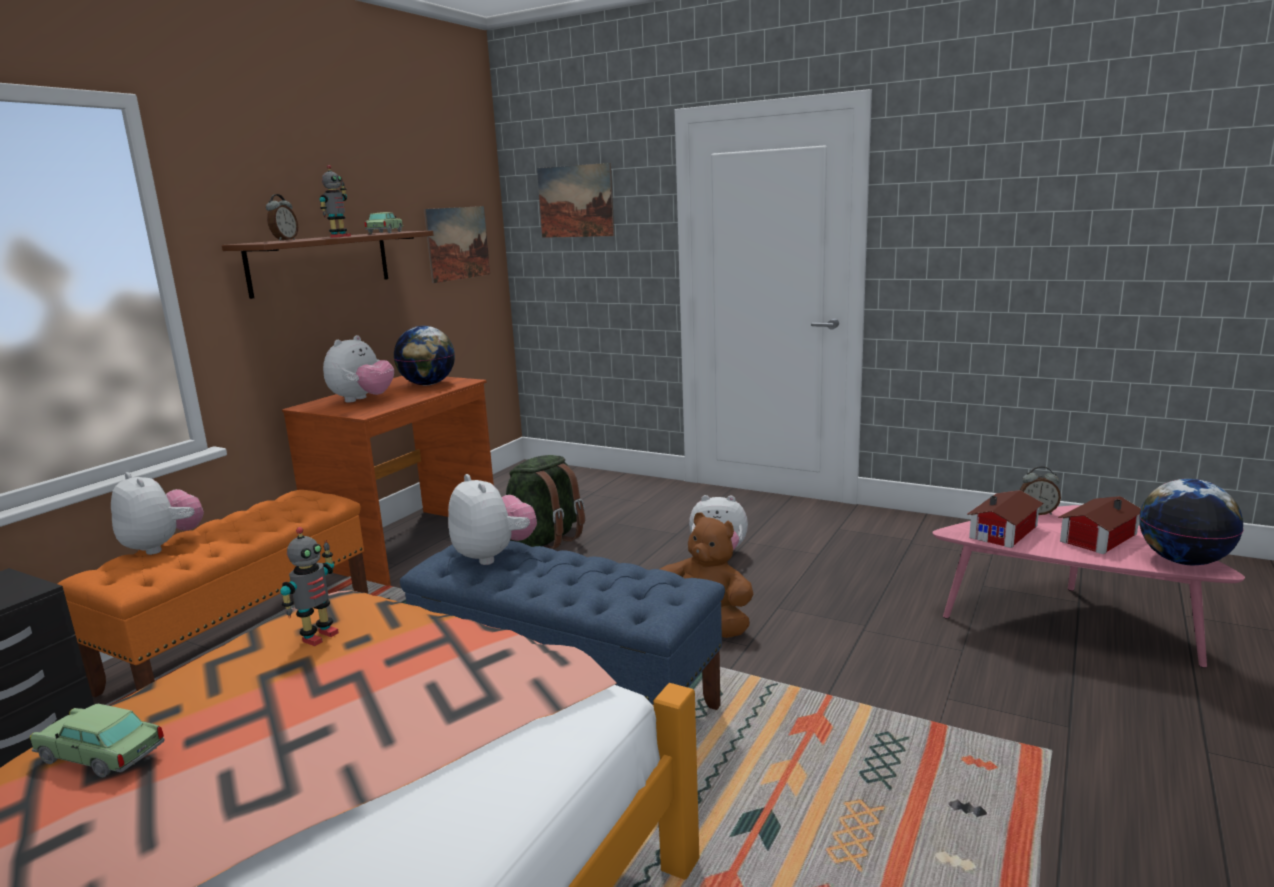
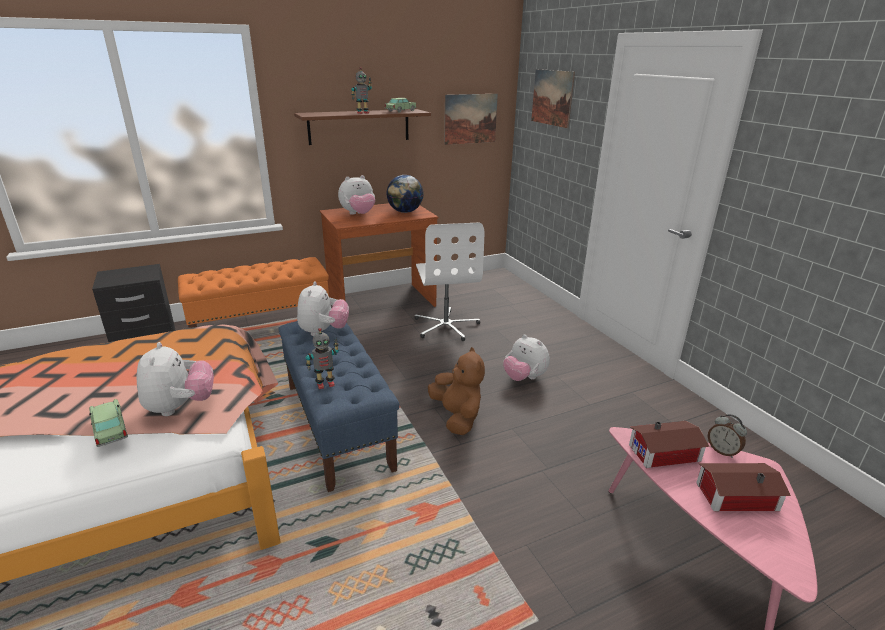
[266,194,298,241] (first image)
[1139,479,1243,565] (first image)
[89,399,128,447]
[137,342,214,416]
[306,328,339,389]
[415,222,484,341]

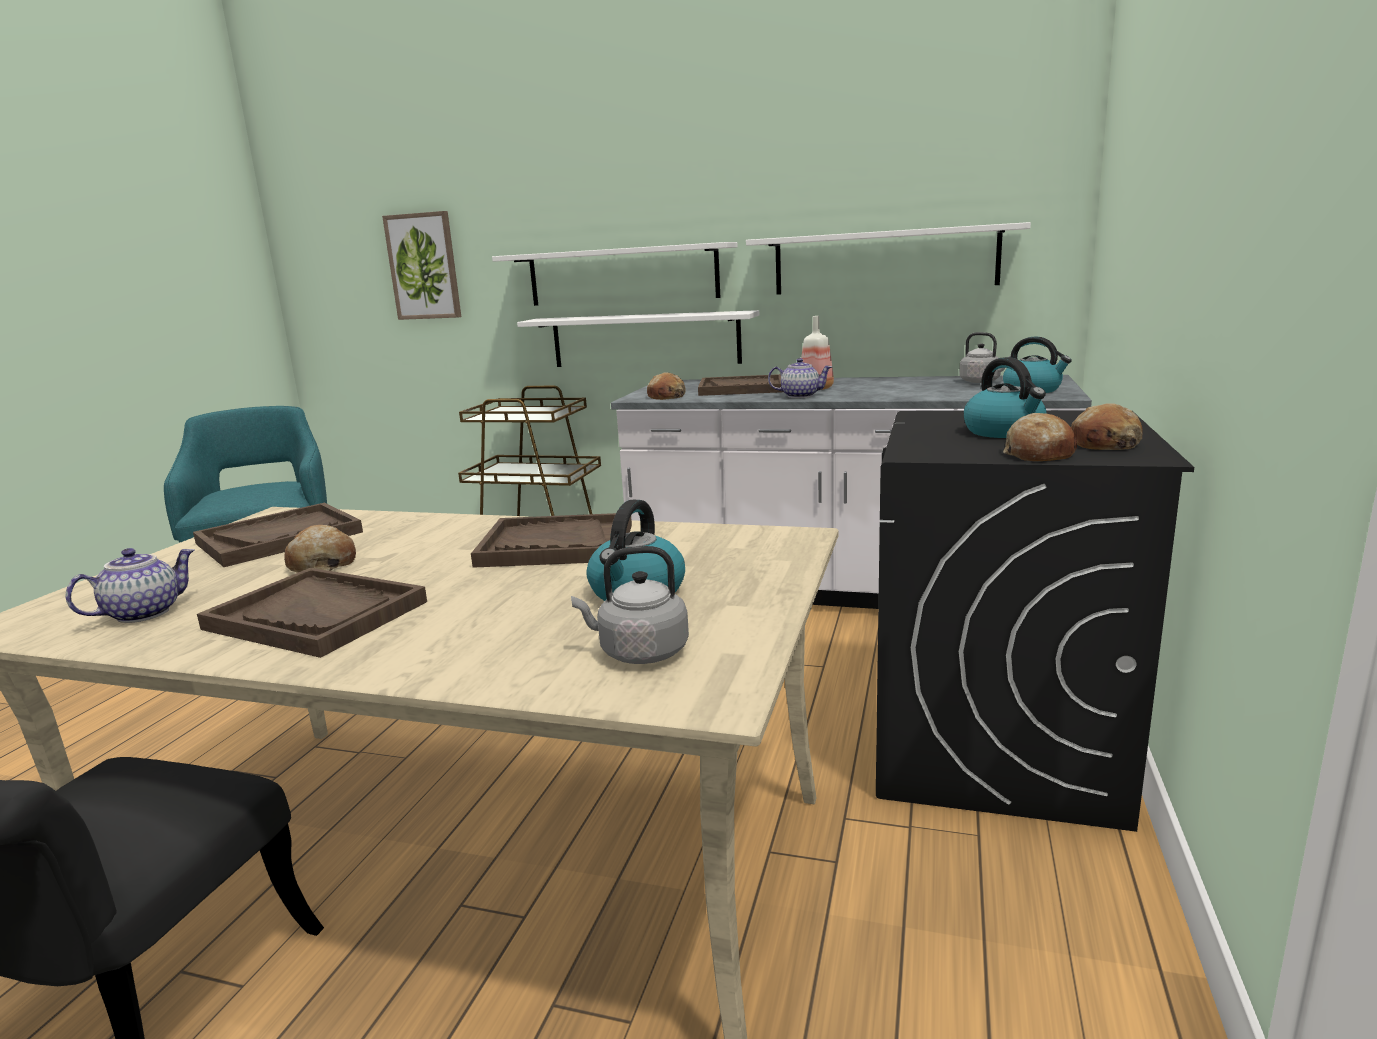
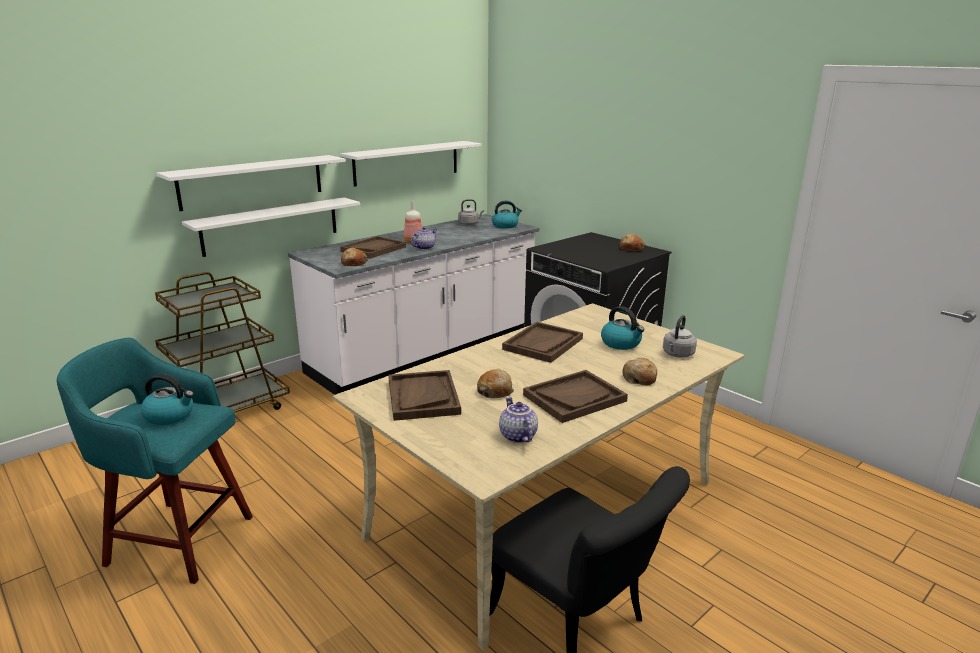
[382,211,461,320] (first image)
[141,374,194,425]
[623,358,657,386]

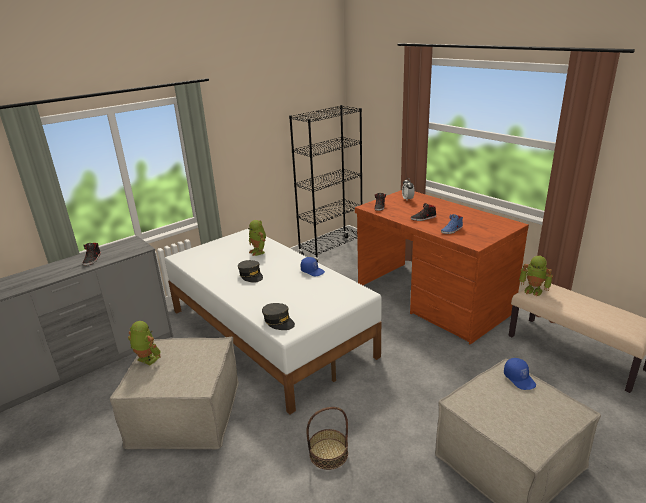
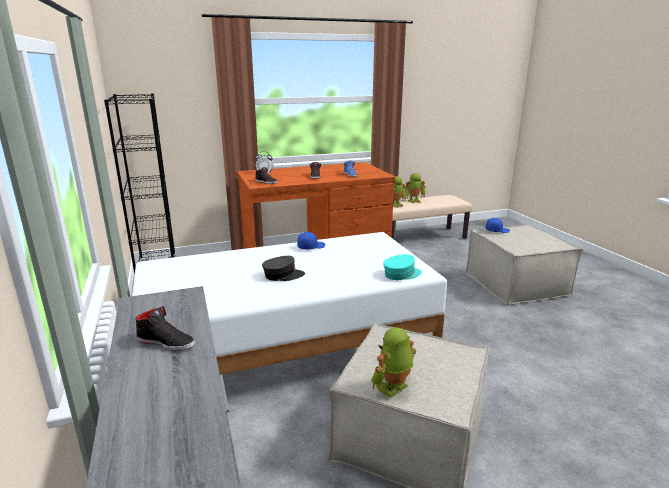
[306,407,348,470] (first image)
[404,173,426,203]
[383,254,422,280]

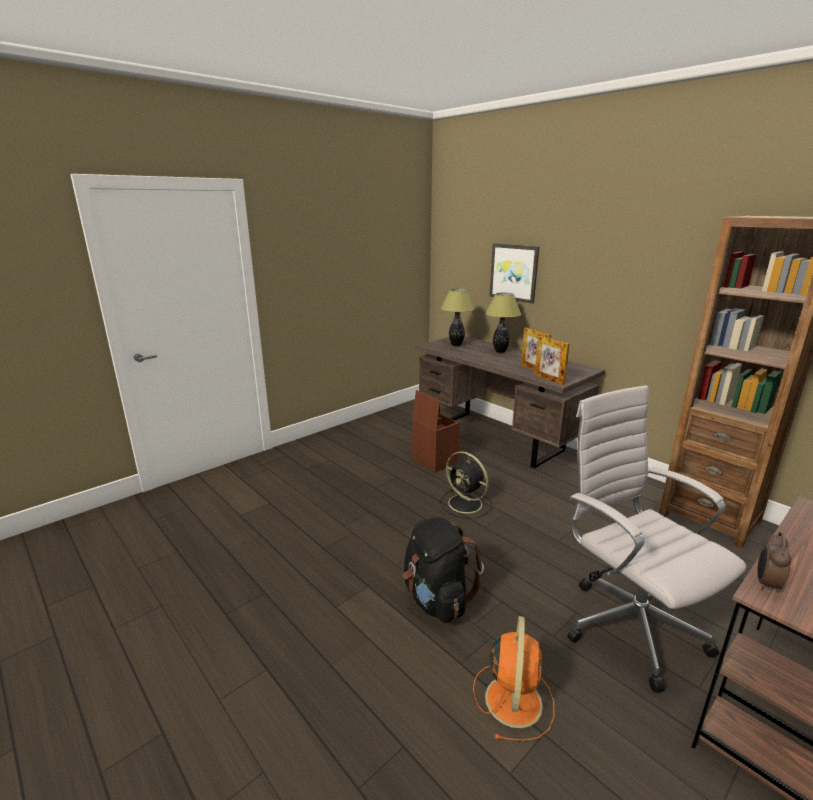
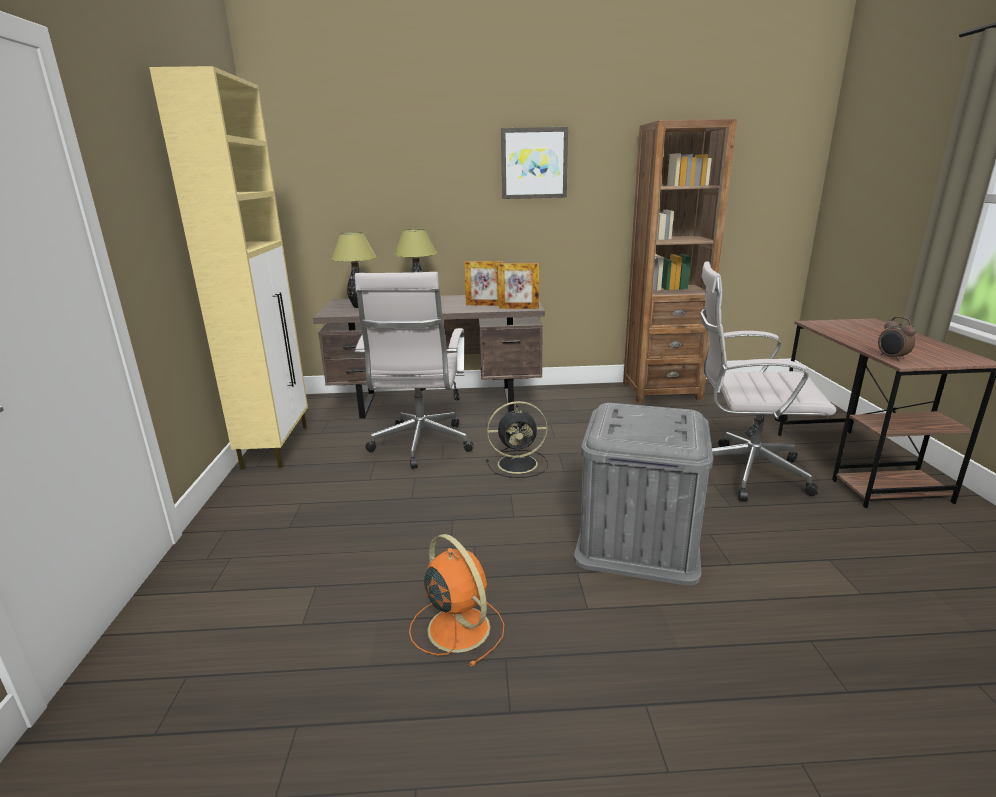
[149,66,308,470]
[409,534,504,667]
[501,127,568,199]
[574,403,713,586]
[355,272,473,469]

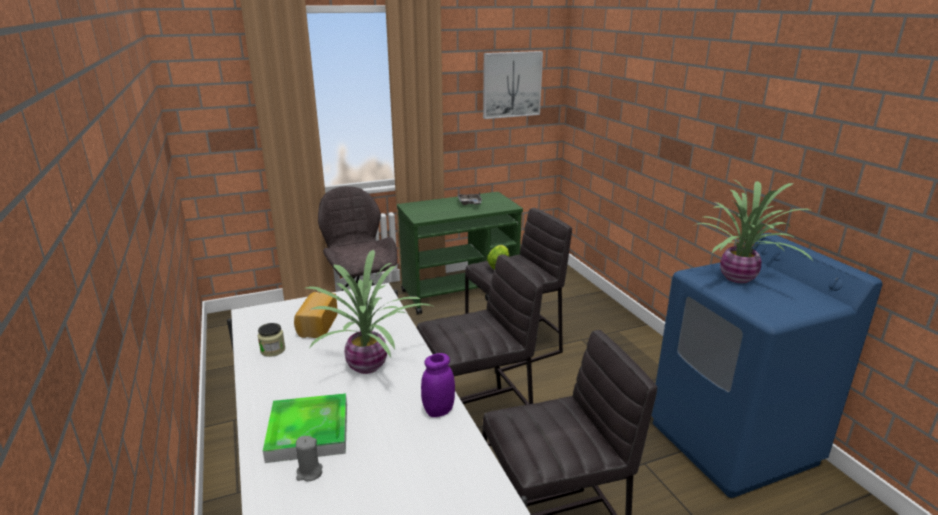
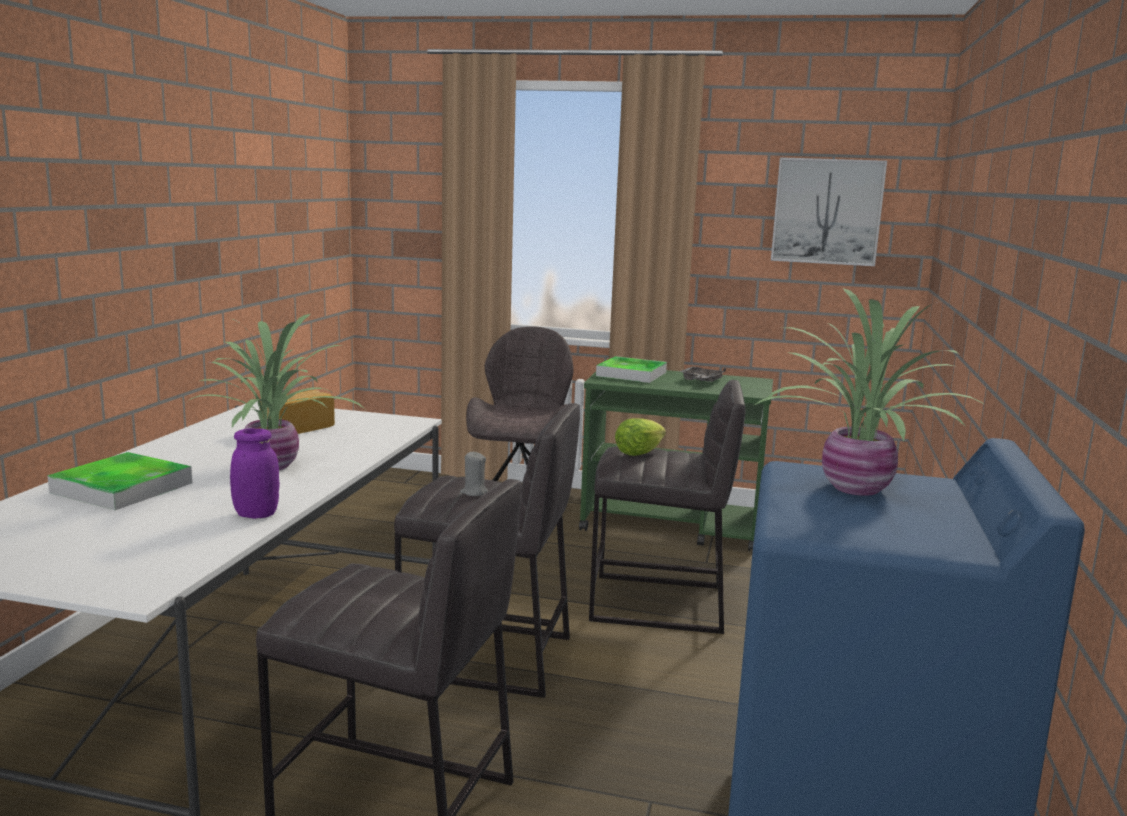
[258,323,285,357] (first image)
[596,356,667,383]
[460,452,488,496]

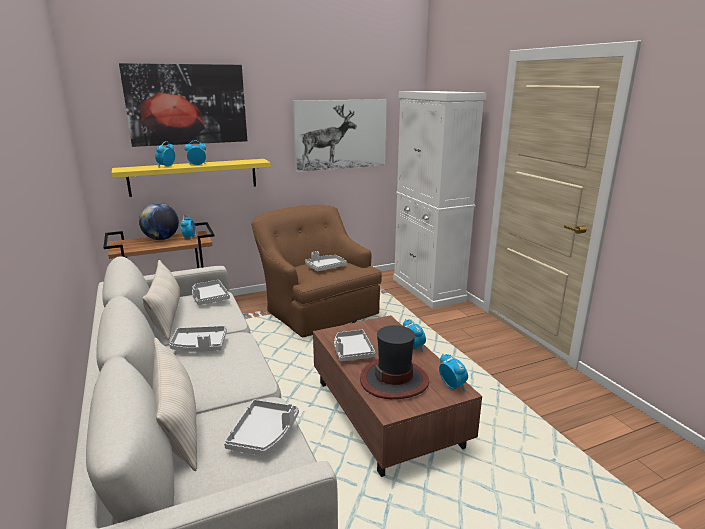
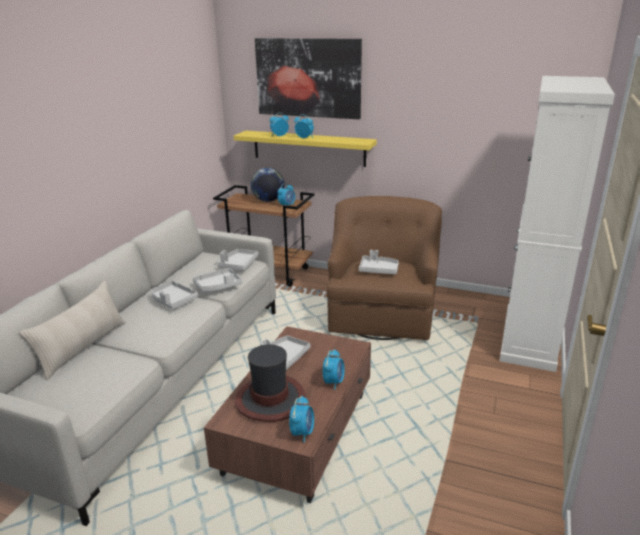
[142,260,180,340] (first image)
[293,99,387,172] (first image)
[193,268,242,292]

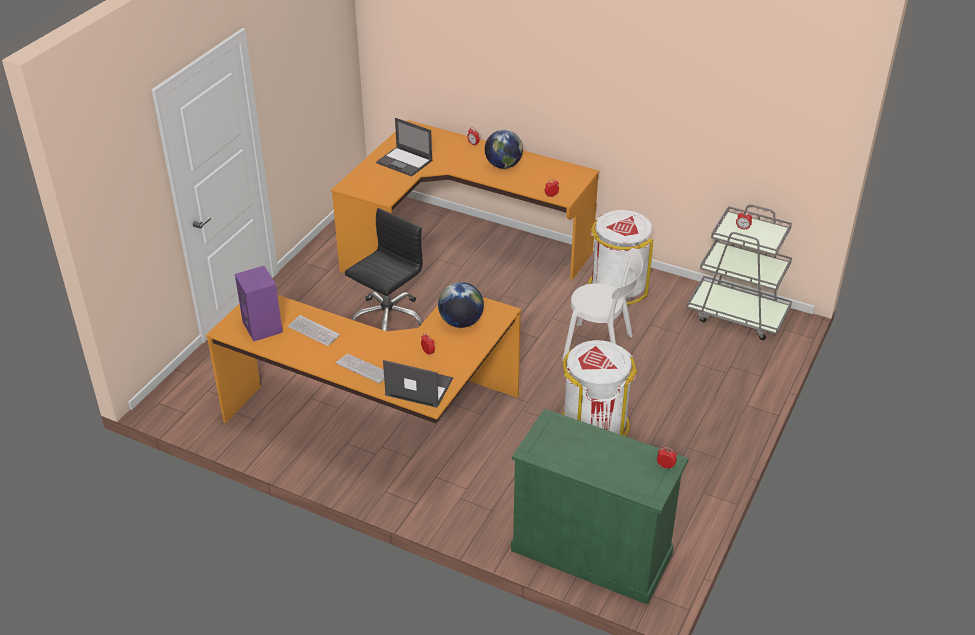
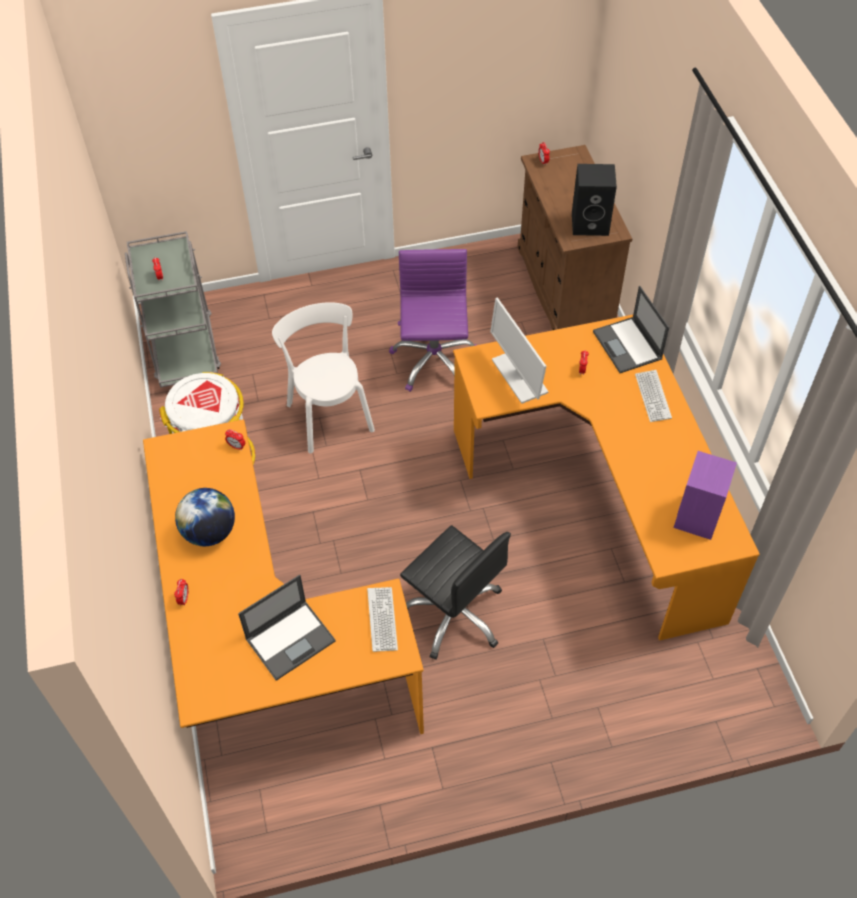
[572,164,617,236]
[367,587,398,652]
[490,297,549,404]
[389,249,477,392]
[517,145,632,330]
[400,525,511,660]
[238,575,336,681]

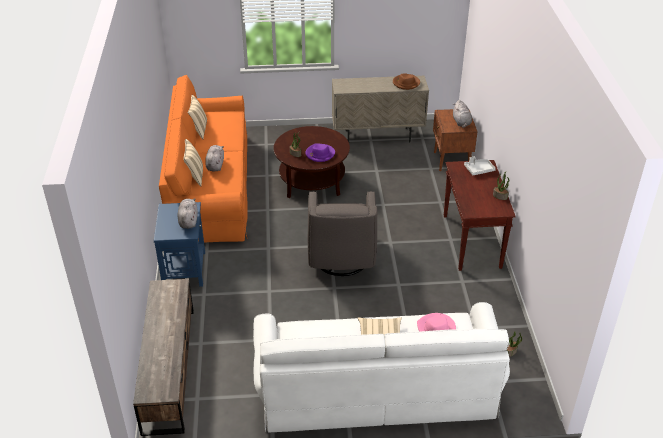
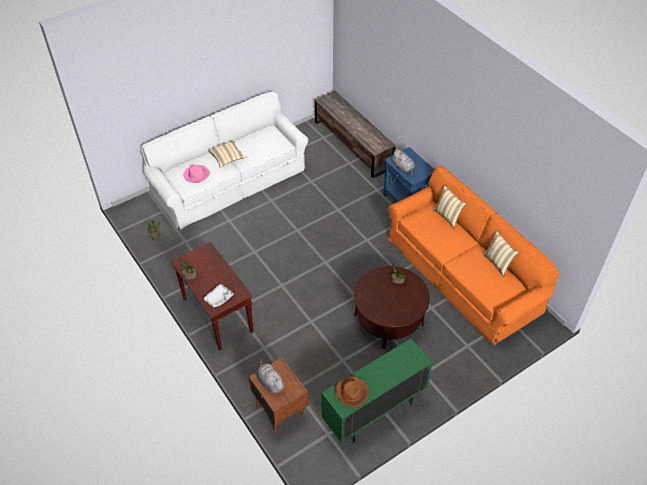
[205,145,224,171] (first image)
[305,144,335,162] (first image)
[308,192,377,276] (first image)
[321,339,433,443]

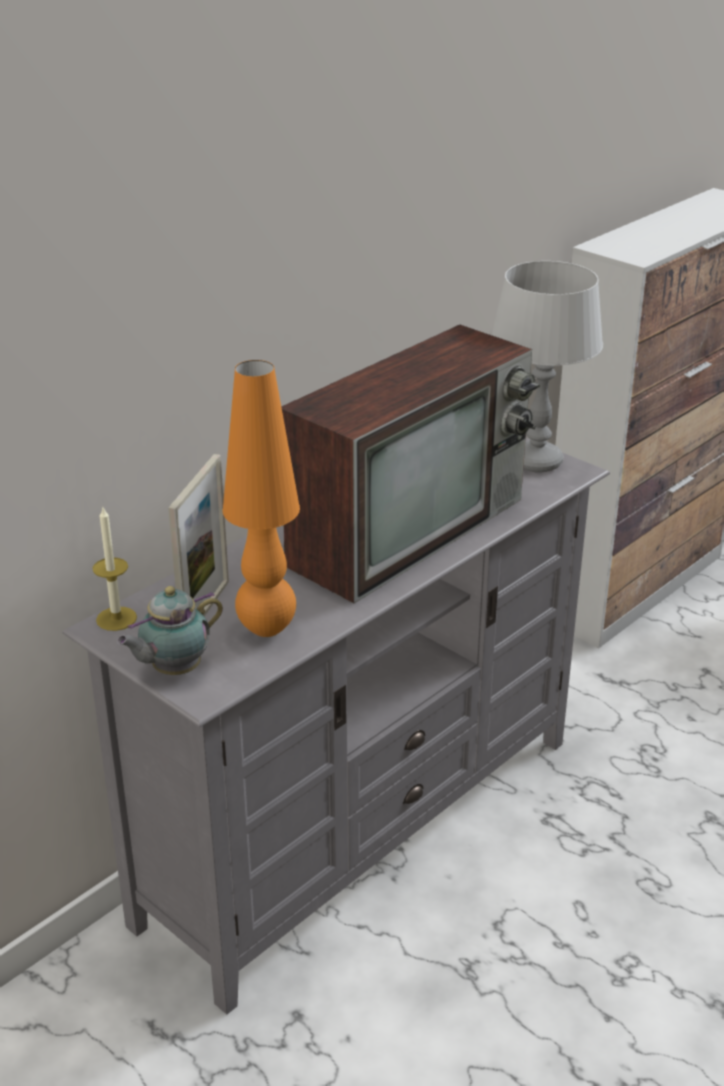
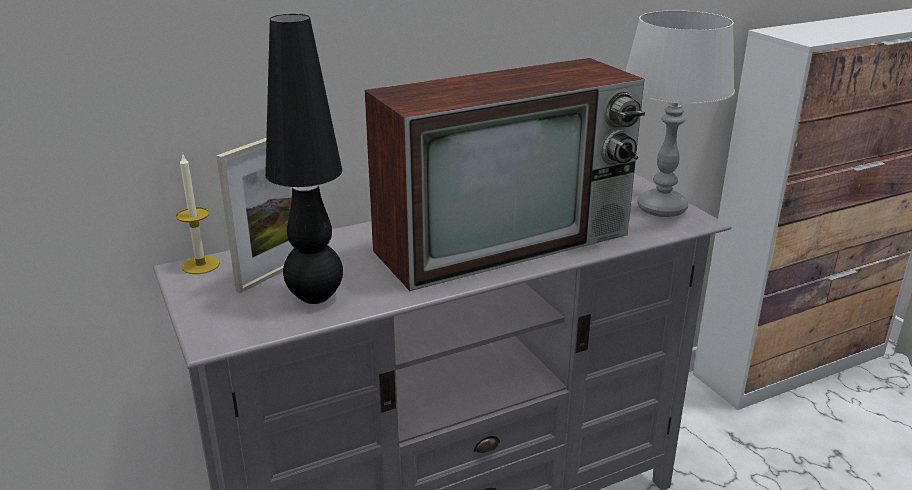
[116,586,223,675] (first image)
[265,14,343,304]

